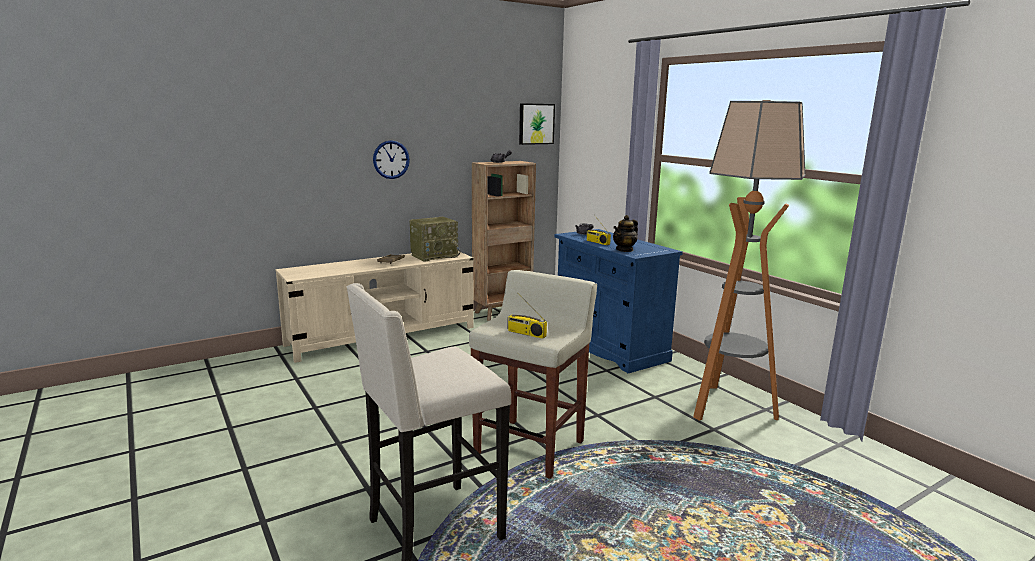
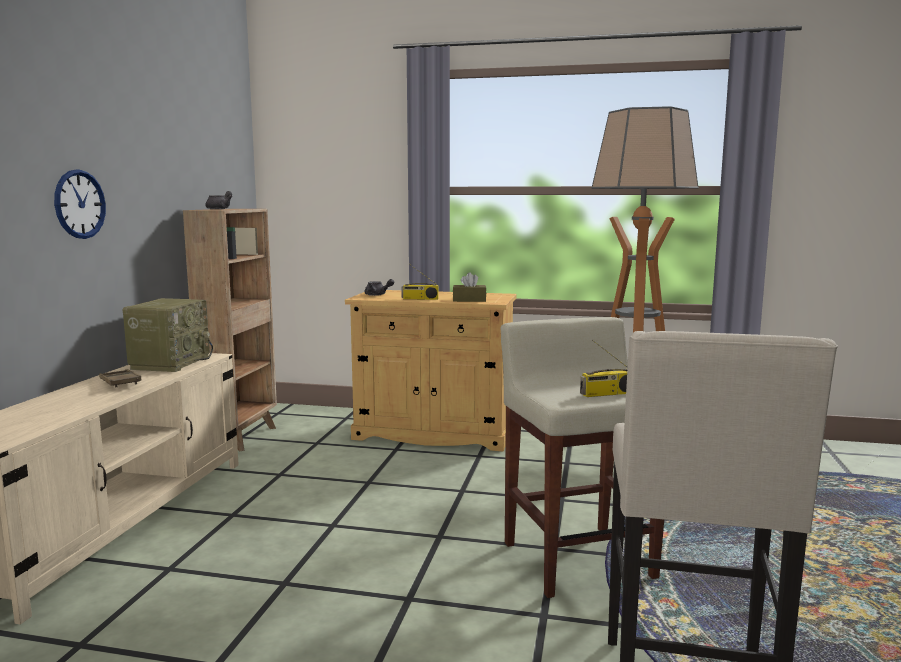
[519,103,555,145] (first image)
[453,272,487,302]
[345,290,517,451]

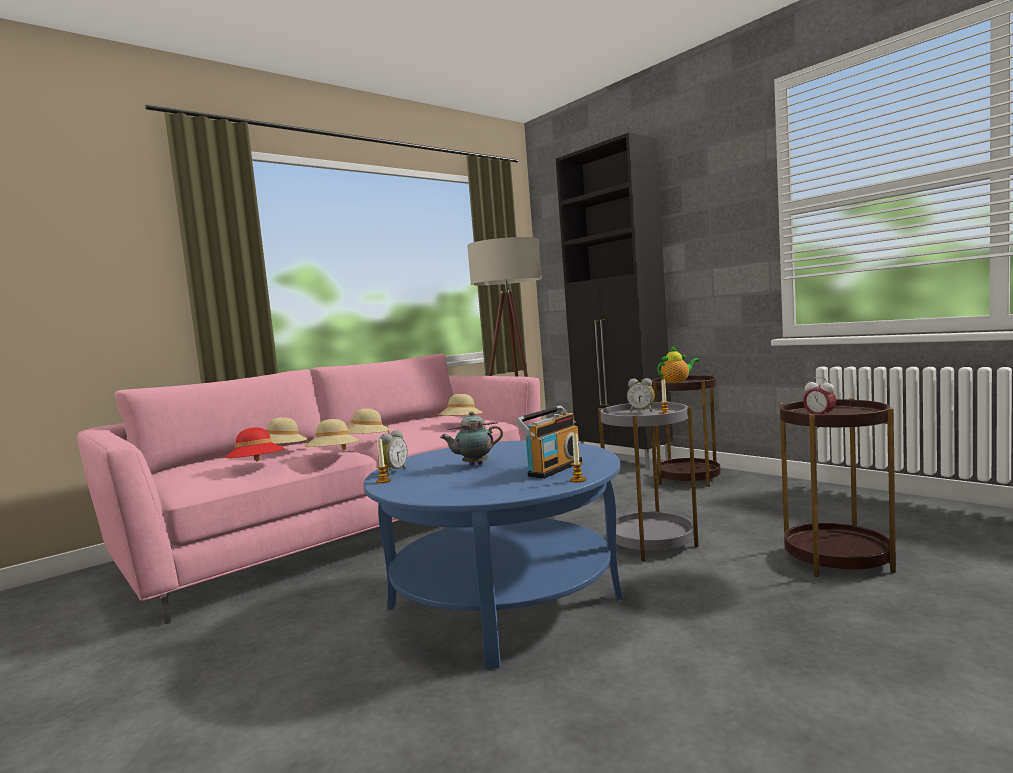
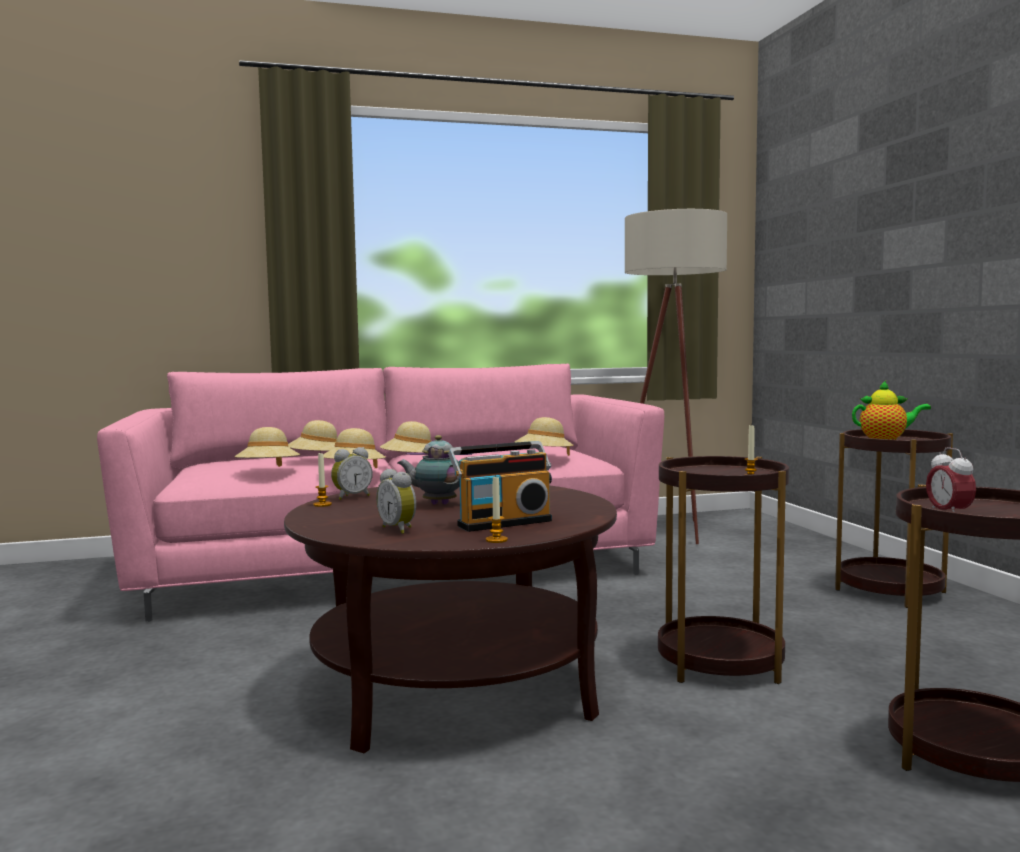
[556,132,673,470] (first image)
[376,469,416,534]
[234,427,300,467]
[284,484,617,753]
[658,456,789,684]

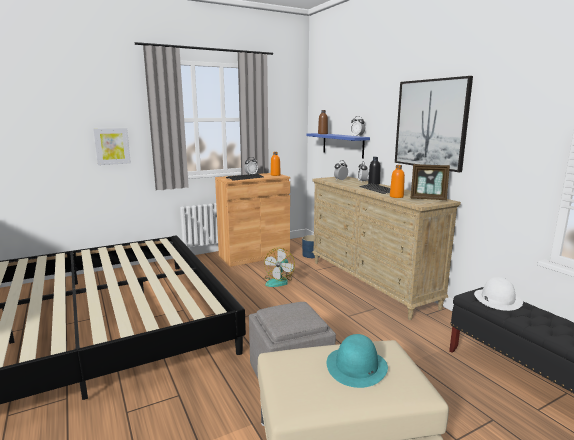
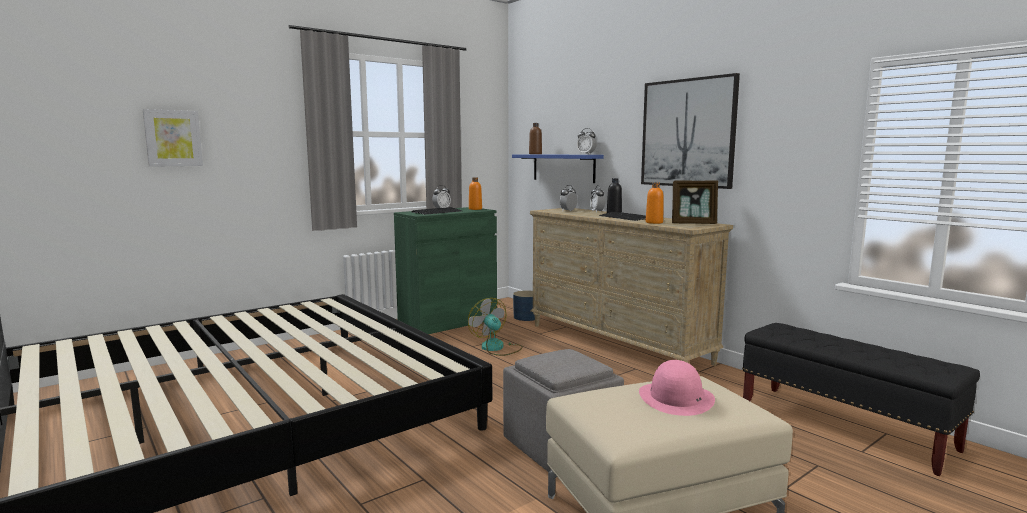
[474,277,523,311] (first image)
[143,109,203,167]
[394,207,497,334]
[639,360,715,416]
[468,298,523,356]

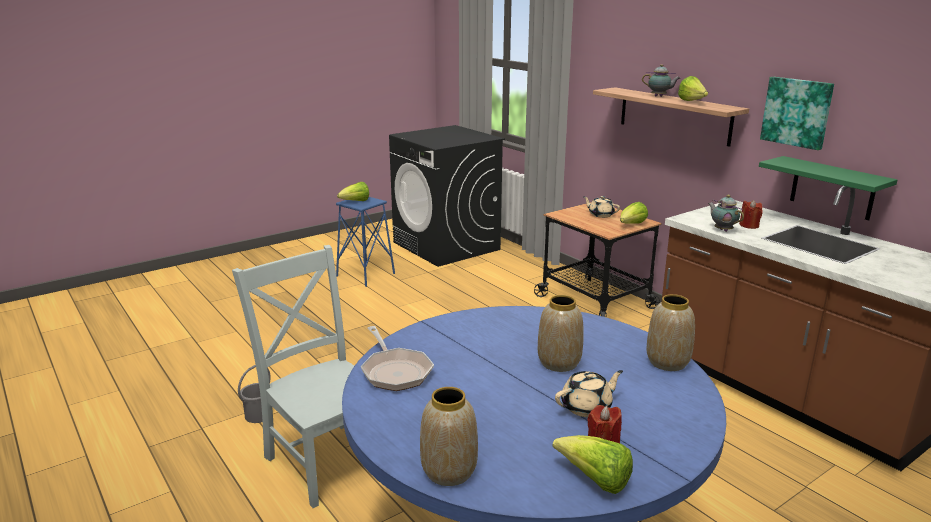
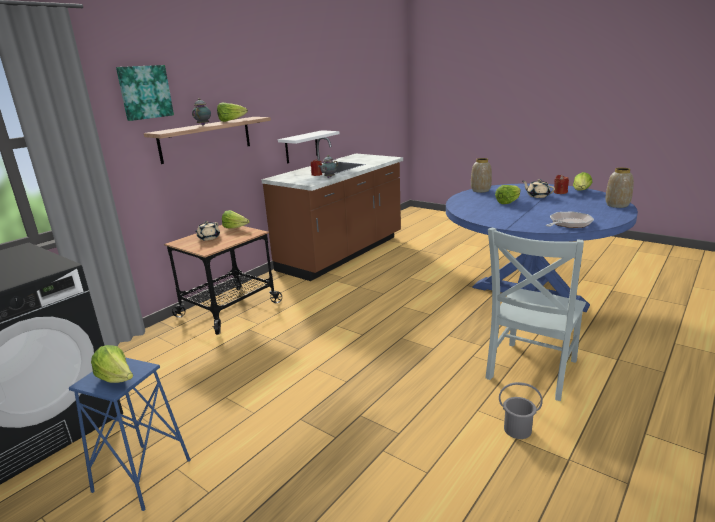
[116,65,174,121]
[495,185,521,204]
[278,130,340,163]

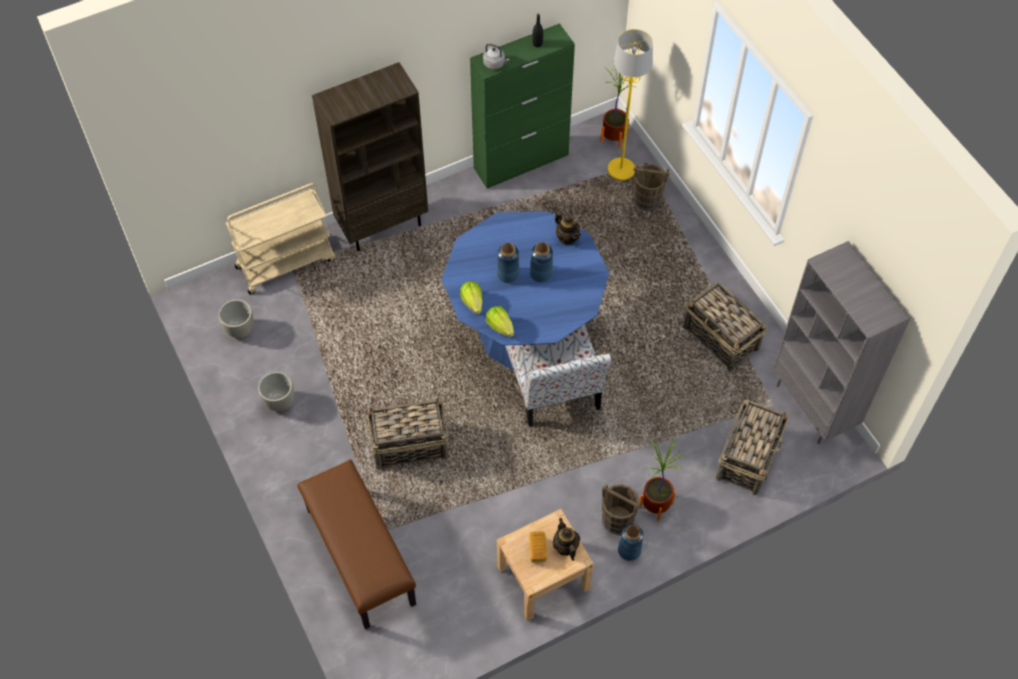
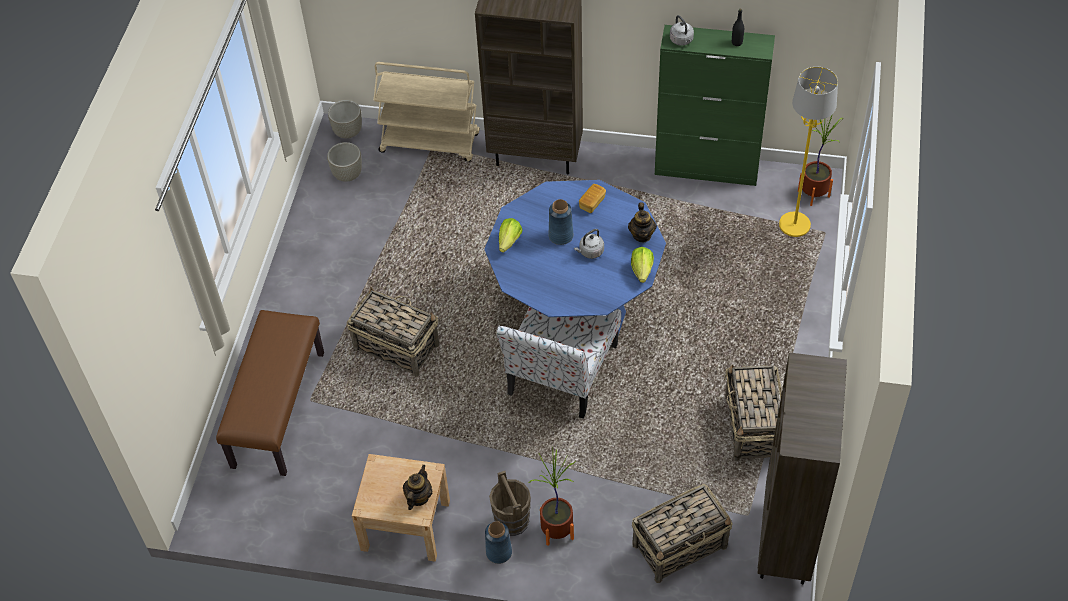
[633,164,670,211] (first image)
[328,100,362,139]
[631,247,654,283]
[579,184,606,213]
[574,229,604,259]
[758,352,847,584]

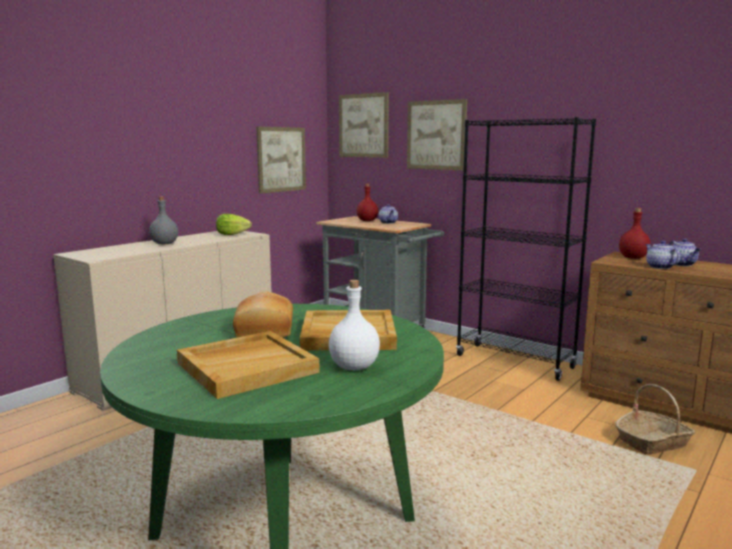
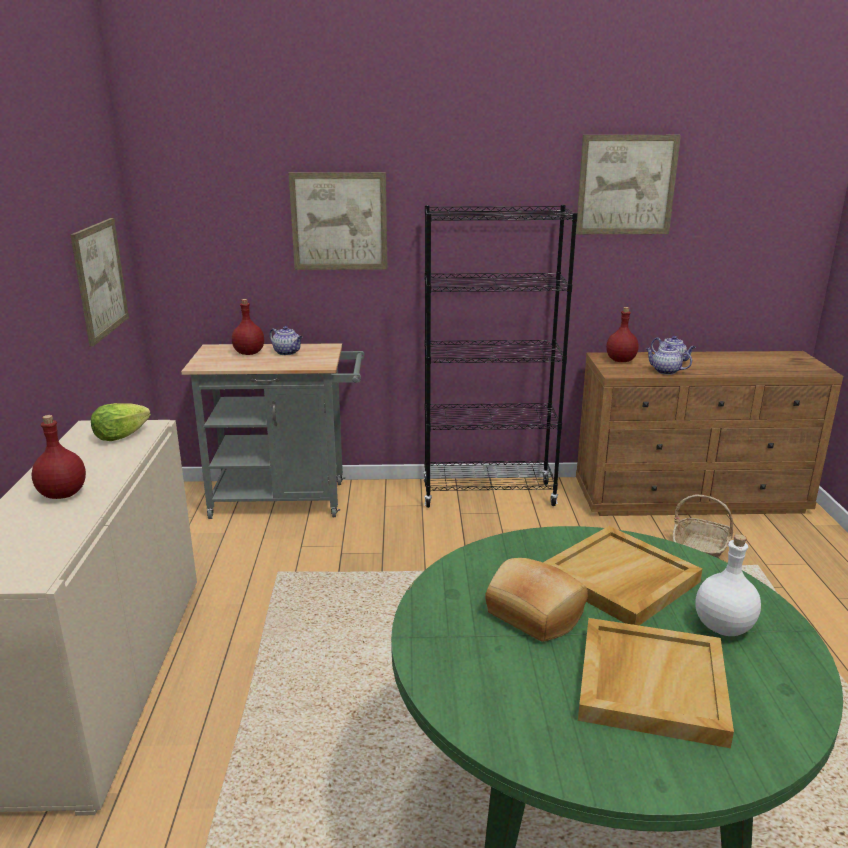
[576,135,681,234]
[32,415,86,499]

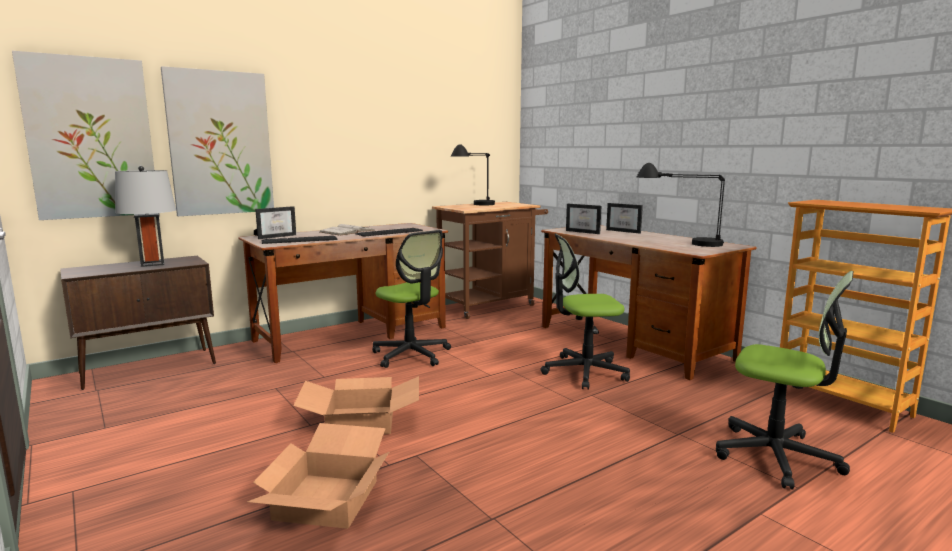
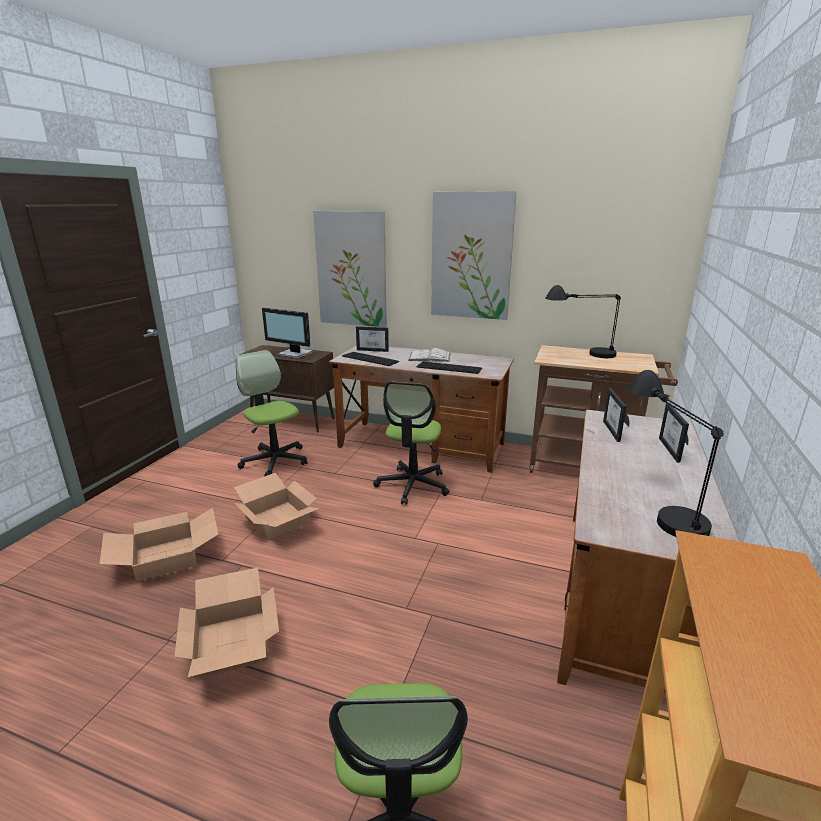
[174,568,279,679]
[431,191,517,320]
[236,350,307,476]
[262,308,313,358]

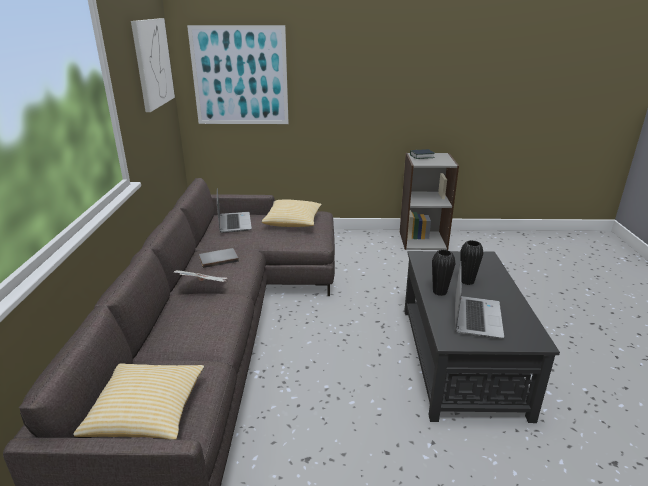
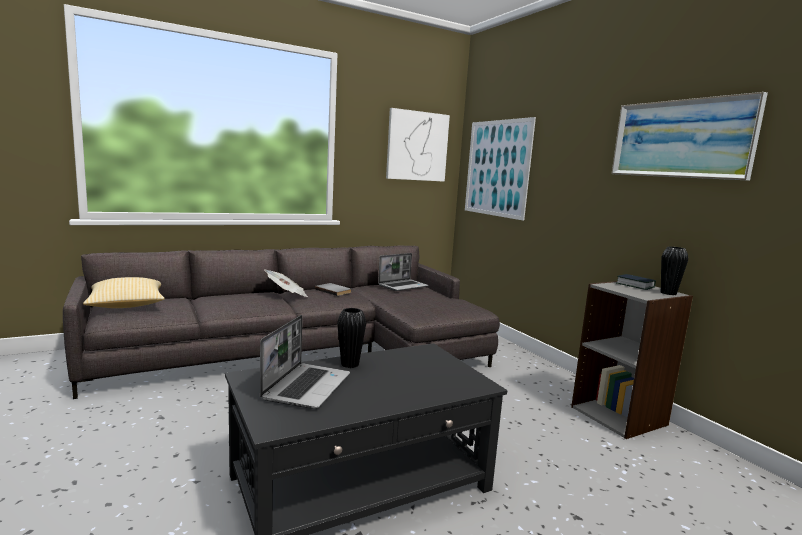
[262,199,322,227] (first image)
[611,92,768,181]
[661,246,688,295]
[260,315,350,409]

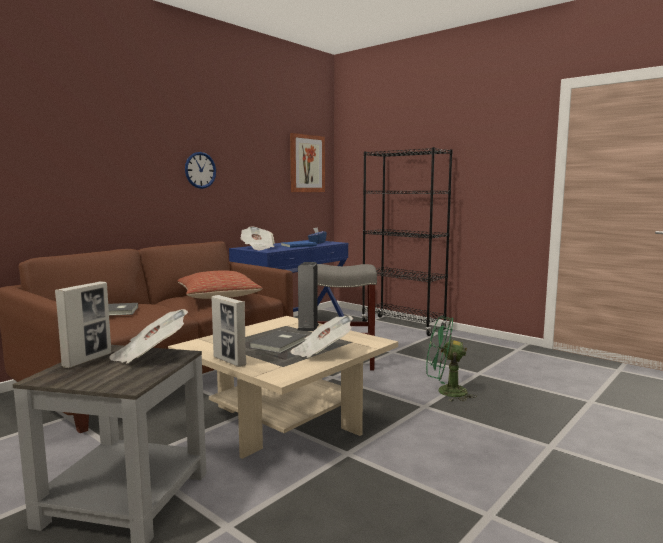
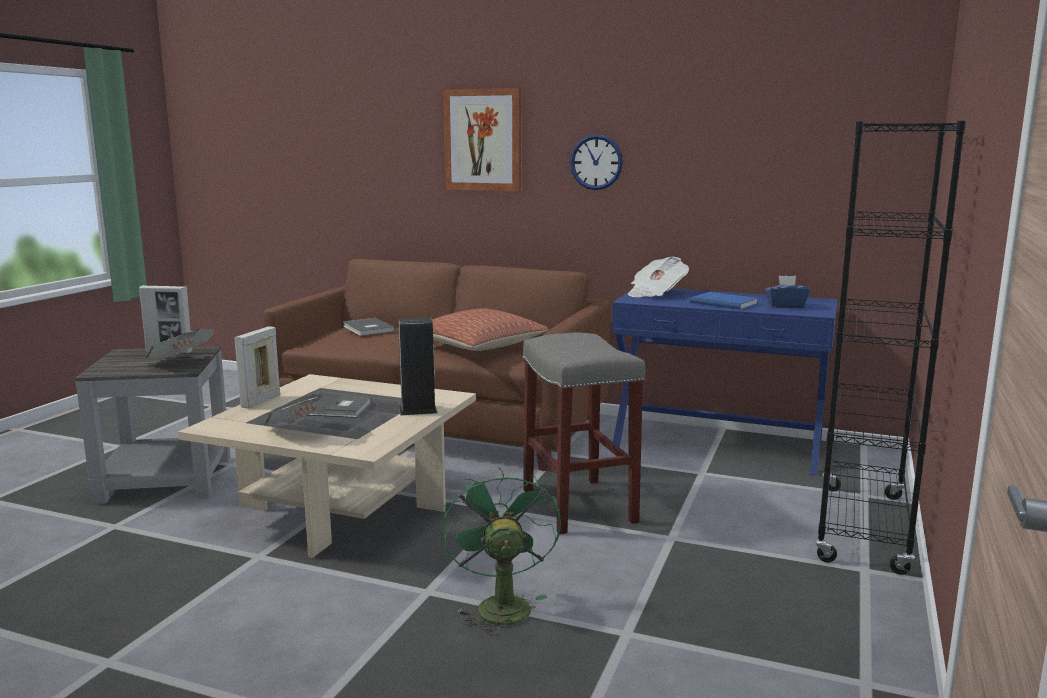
[443,88,521,192]

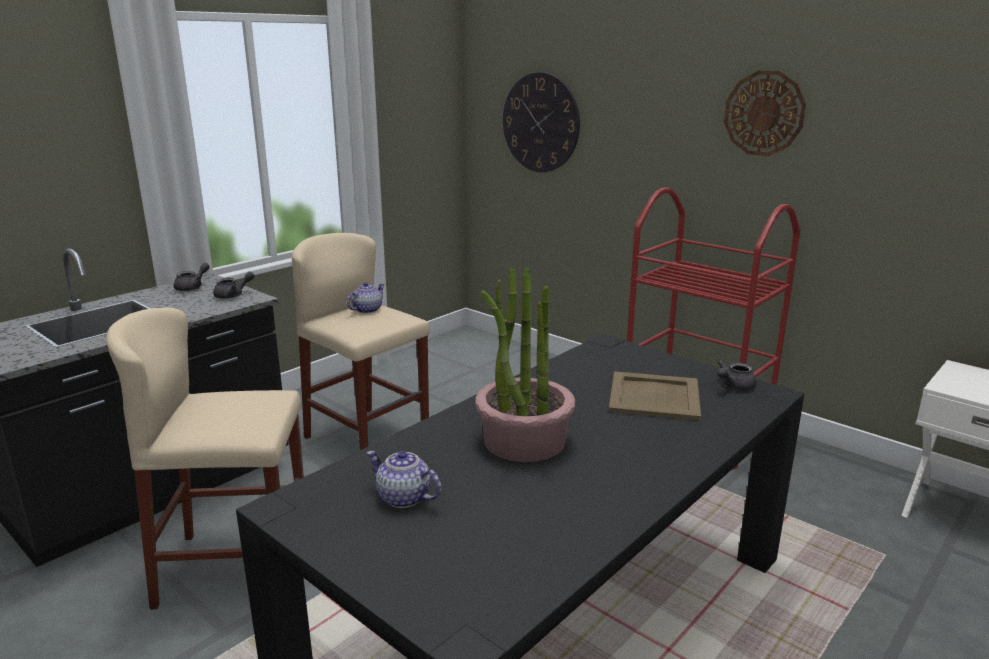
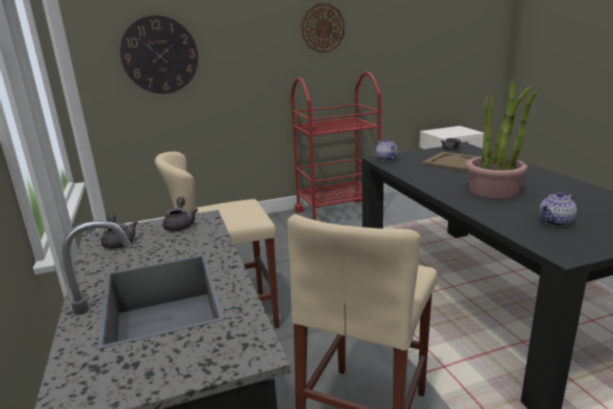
[376,139,398,161]

